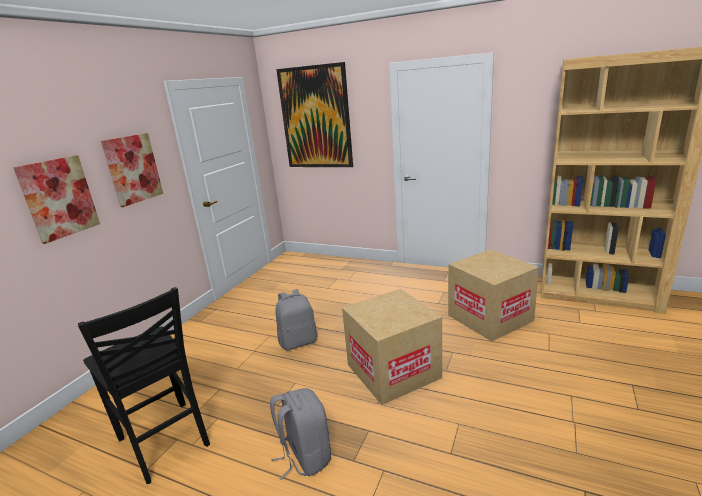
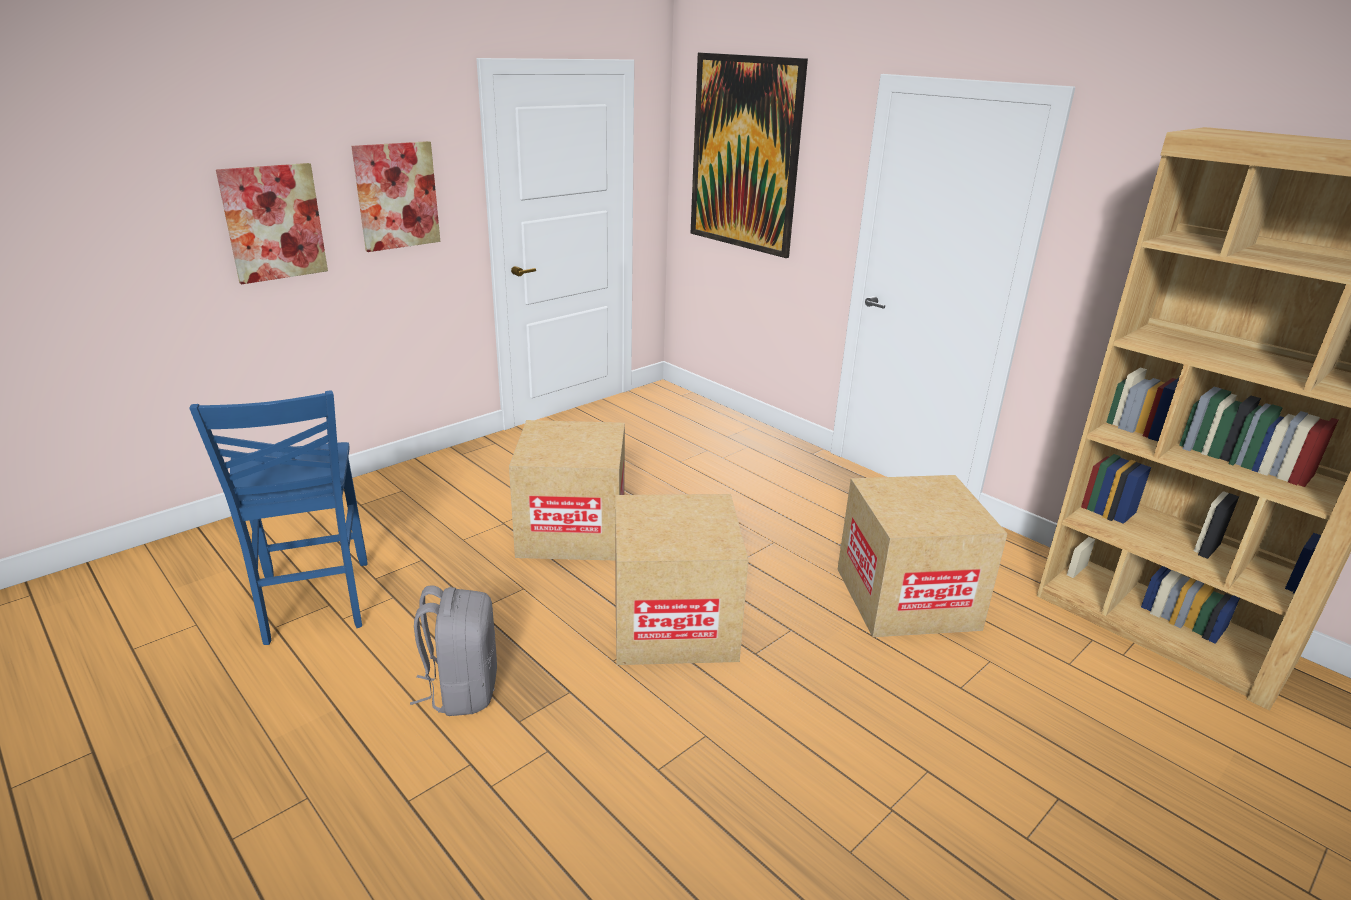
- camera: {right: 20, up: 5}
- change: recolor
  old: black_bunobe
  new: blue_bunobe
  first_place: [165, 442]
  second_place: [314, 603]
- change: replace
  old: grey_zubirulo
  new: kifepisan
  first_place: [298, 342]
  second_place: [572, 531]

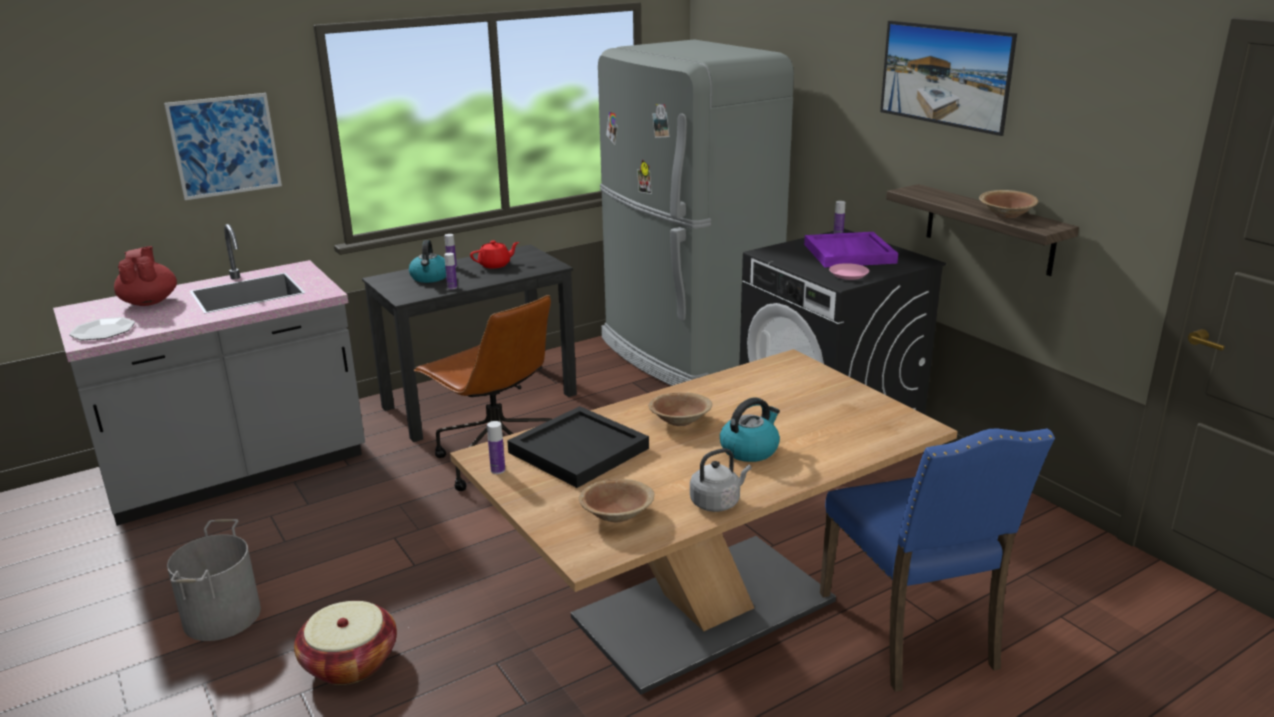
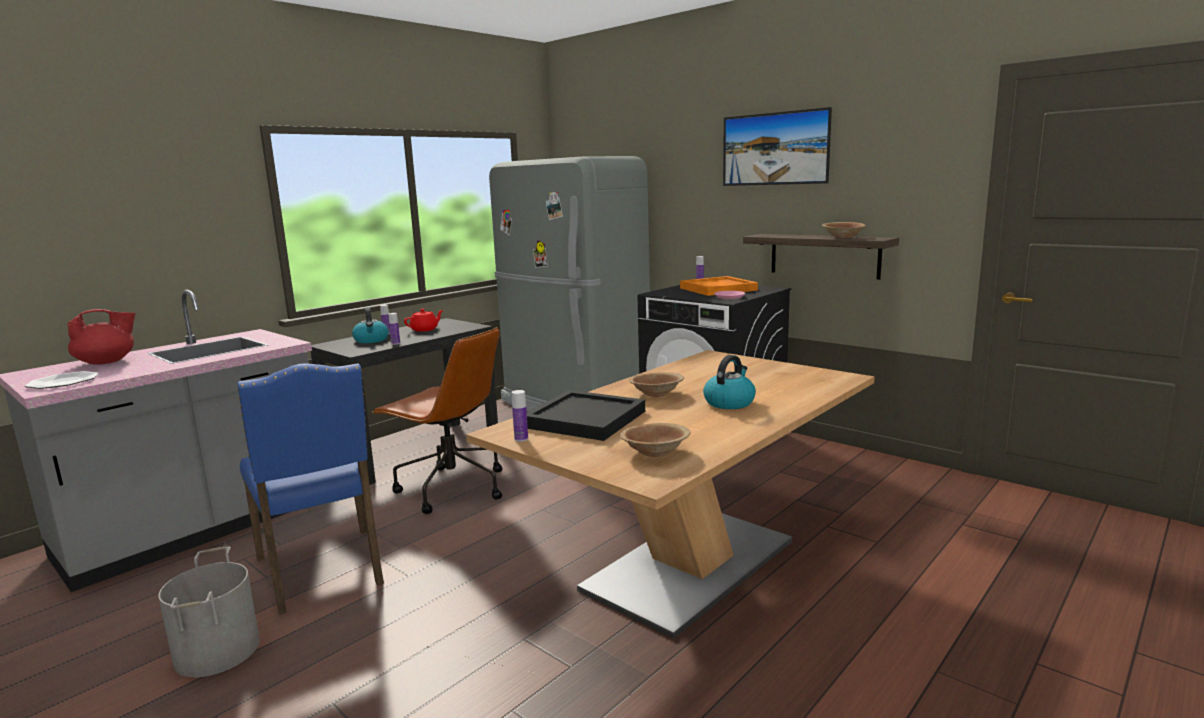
- camera: {right: -15, up: -10}
- change: rotate
  old: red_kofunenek
  first_place: [149, 302]
  second_place: [107, 362]
  degrees: 90
- change: move
  old: blue_bunobe
  first_place: [912, 634]
  second_place: [323, 571]
- change: recolor
  old: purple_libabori
  new: orange_libabori
  first_place: [850, 254]
  second_place: [718, 289]
- change: delete
  old: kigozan
  first_place: [225, 146]
- change: delete
  old: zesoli
  first_place: [350, 662]
- change: delete
  old: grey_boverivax
  first_place: [717, 502]

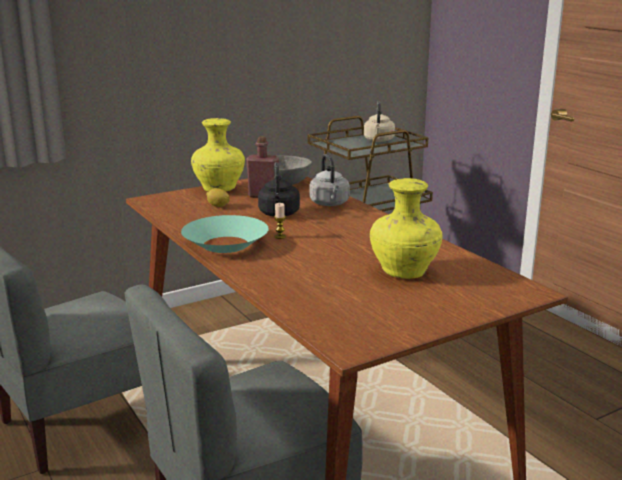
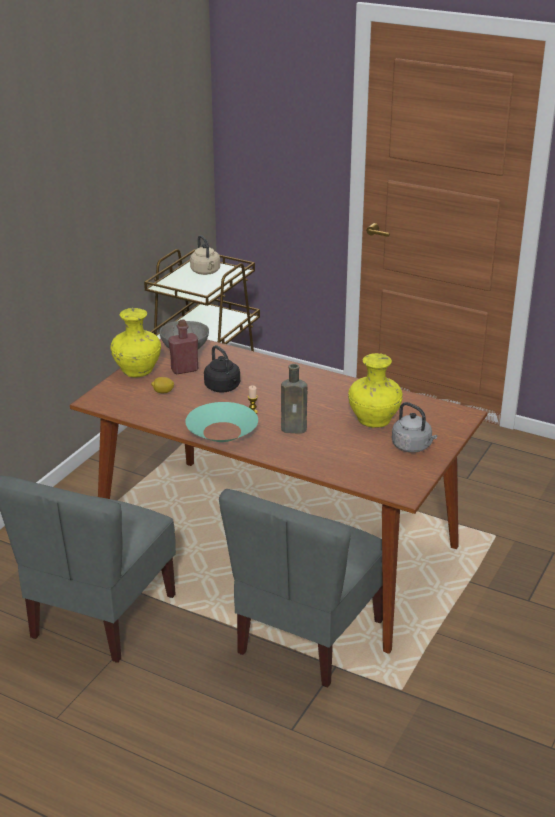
- camera: {right: -30, up: 10}
- change: insert
  new: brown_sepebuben
  second_place: [295, 429]
- change: move
  old: grey_boverivax
  first_place: [330, 204]
  second_place: [413, 447]

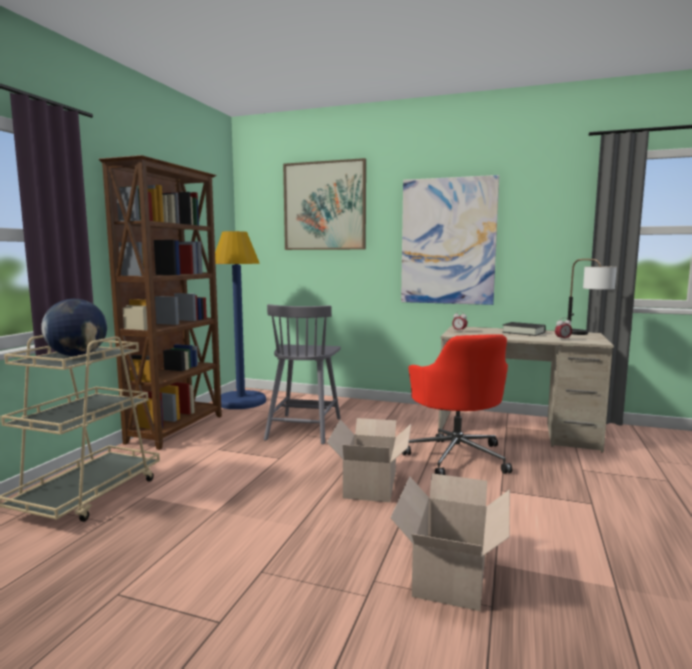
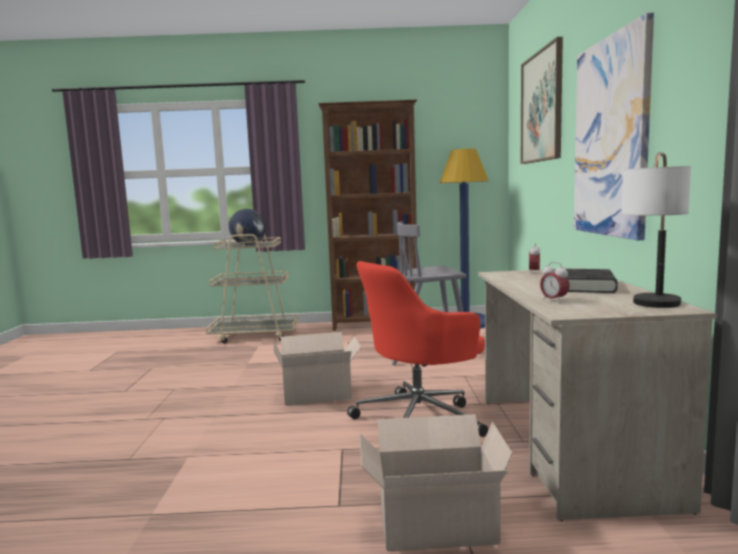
- camera: {right: 70, up: 0}
- change: move
  old: kifepisan
  first_place: [449, 575]
  second_place: [433, 524]

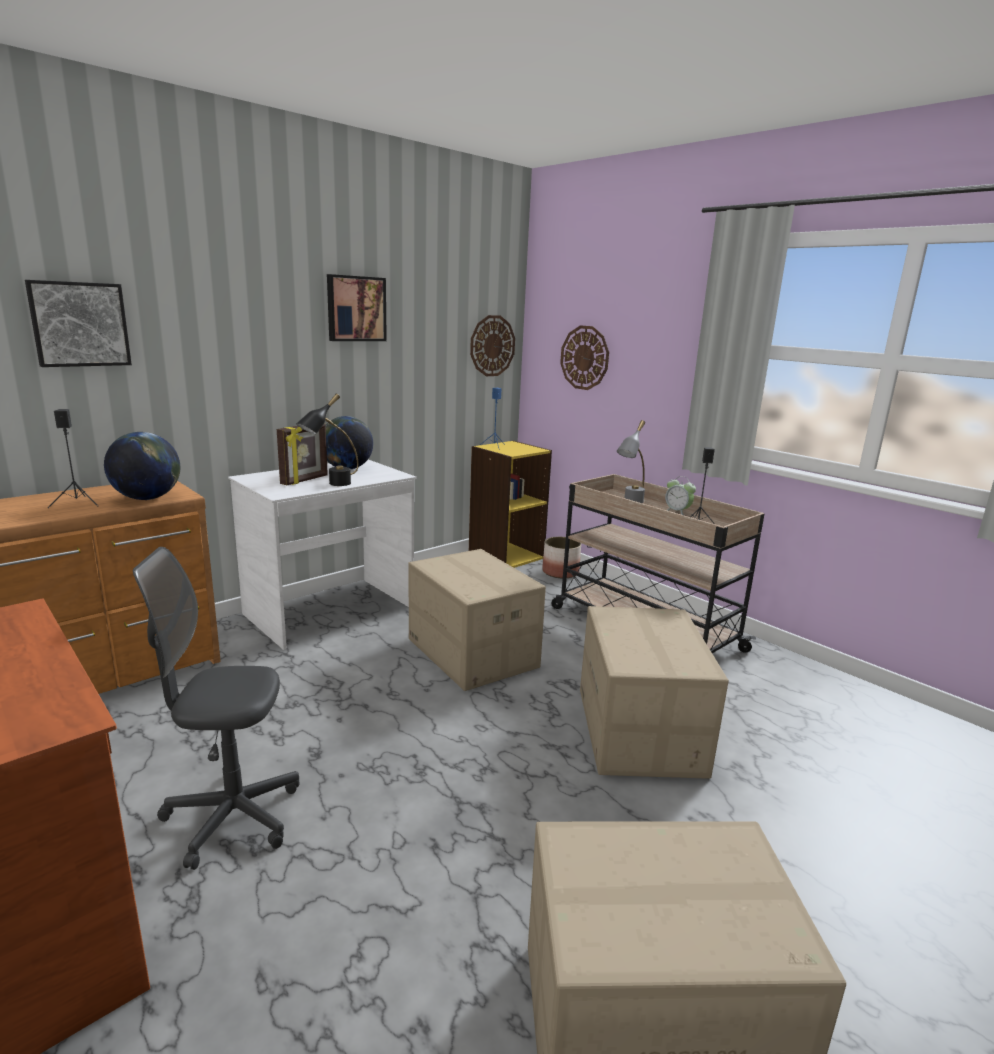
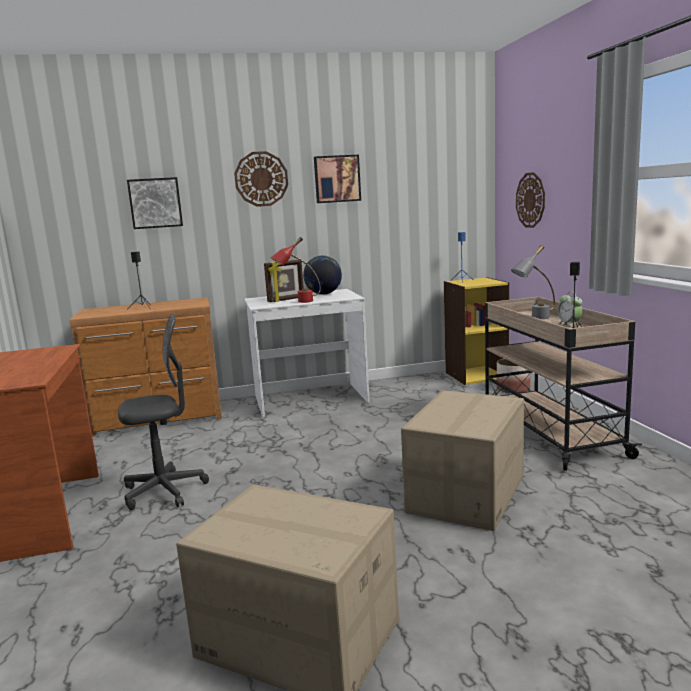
- camera: {right: 30, up: -5}
- change: rotate
  old: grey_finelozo
  first_place: [232, 817]
  second_place: [164, 491]
  degrees: 135
- change: move
  old: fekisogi
  first_place: [492, 346]
  second_place: [261, 179]
- change: recolor
  old: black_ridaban
  new: red_ridaban
  first_place: [331, 485]
  second_place: [298, 302]
- change: delete
  old: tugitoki
  first_place: [147, 499]
- change: delete
  old: kifepisan
  first_place: [471, 653]

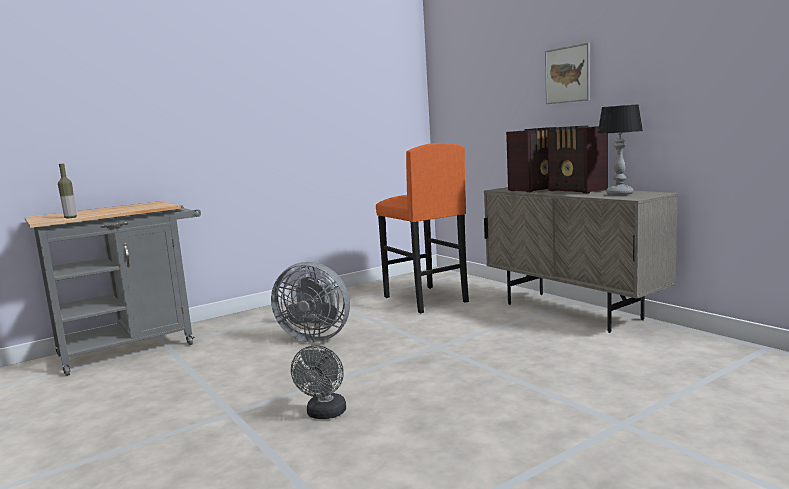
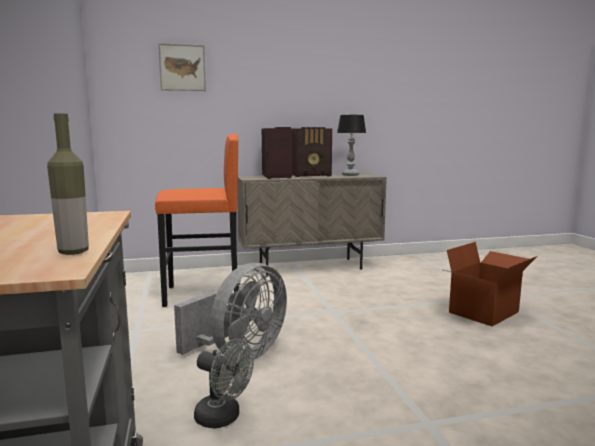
- camera: {right: -70, up: 0}
- change: move
  old: kigozan
  first_place: [567, 74]
  second_place: [182, 67]
- change: move
  old: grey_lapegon
  first_place: [325, 414]
  second_place: [223, 418]
- change: insert
  new: kifepisan
  second_place: [485, 312]

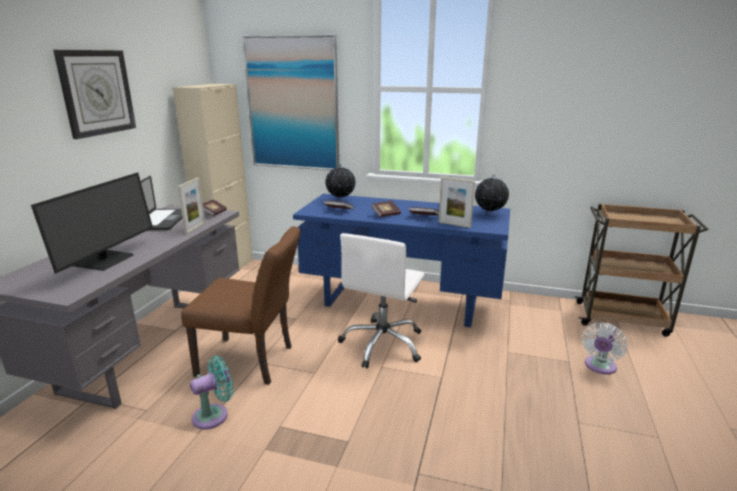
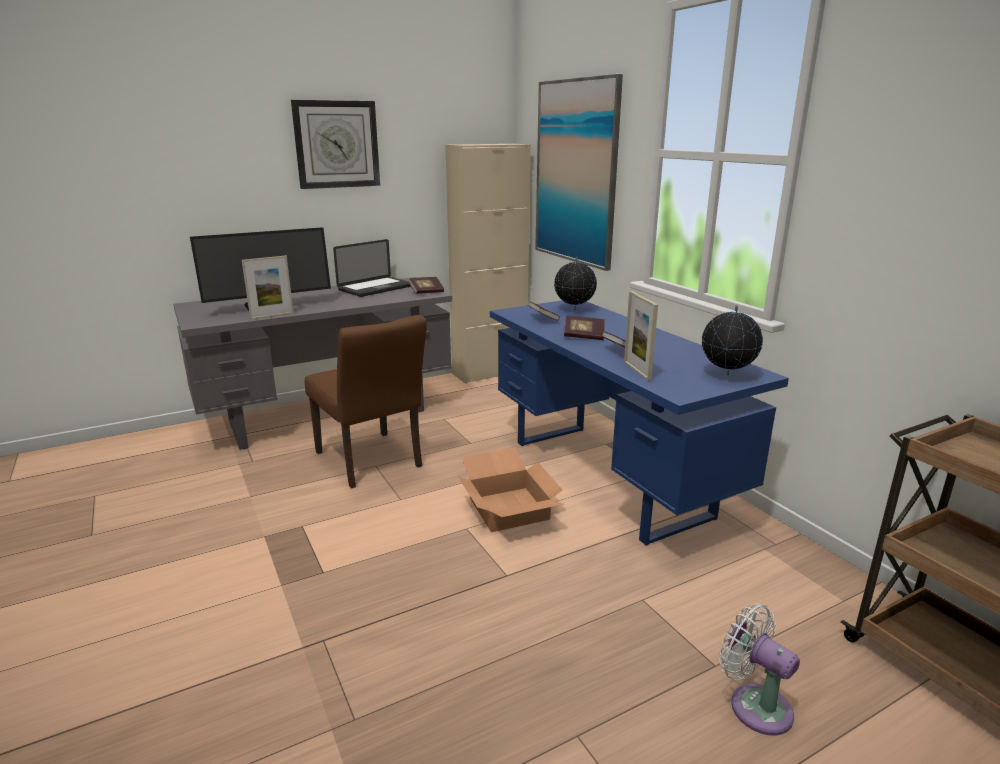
- camera: {right: 45, up: 0}
- change: move
  old: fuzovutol
  first_place: [195, 228]
  second_place: [272, 316]
- change: replace
  old: white_finelozo
  new: kifepisan
  first_place: [383, 344]
  second_place: [507, 508]
- change: rotate
  old: white_lapegon
  first_place: [599, 367]
  second_place: [755, 705]
  degrees: 60
- change: delete
  old: turquoise_lapegon
  first_place: [214, 415]

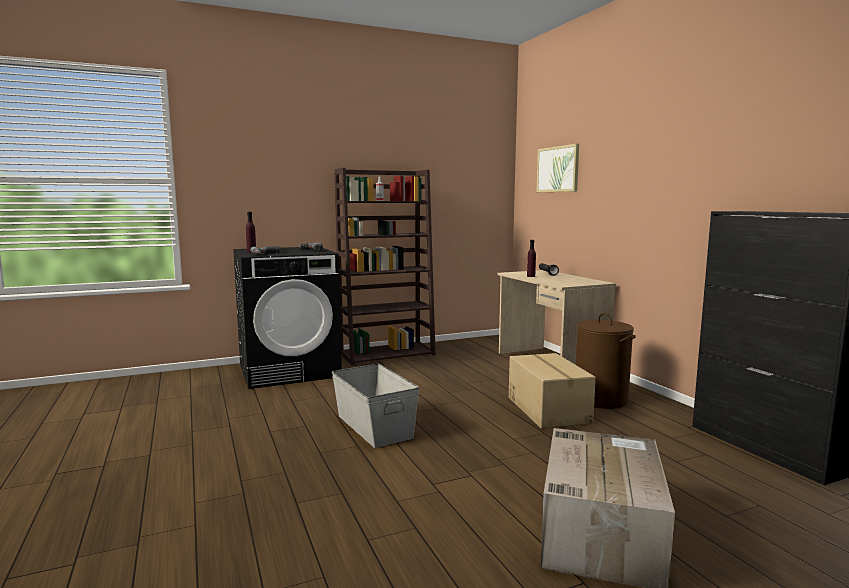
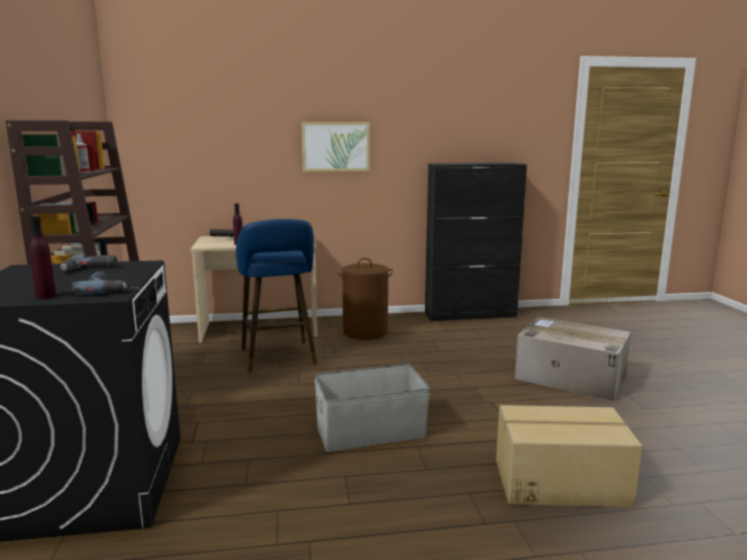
- camera: {right: -75, up: 5}
- change: insert
  new: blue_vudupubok
  second_place: [279, 358]
- change: move
  old: kigozan
  first_place: [558, 169]
  second_place: [335, 146]
- change: move
  old: kifepisan
  first_place: [549, 409]
  second_place: [559, 482]

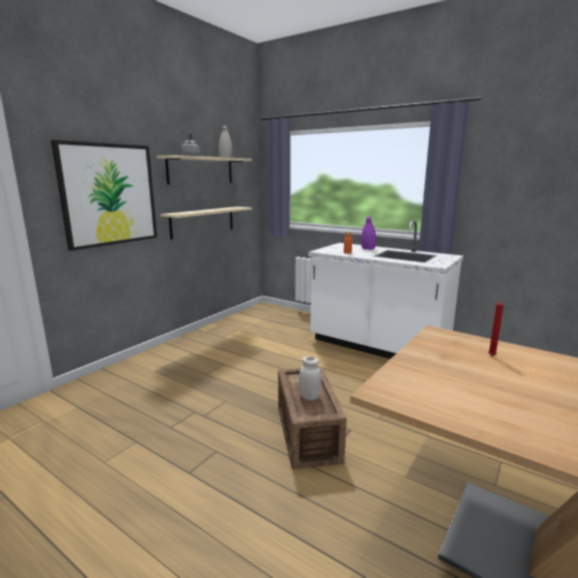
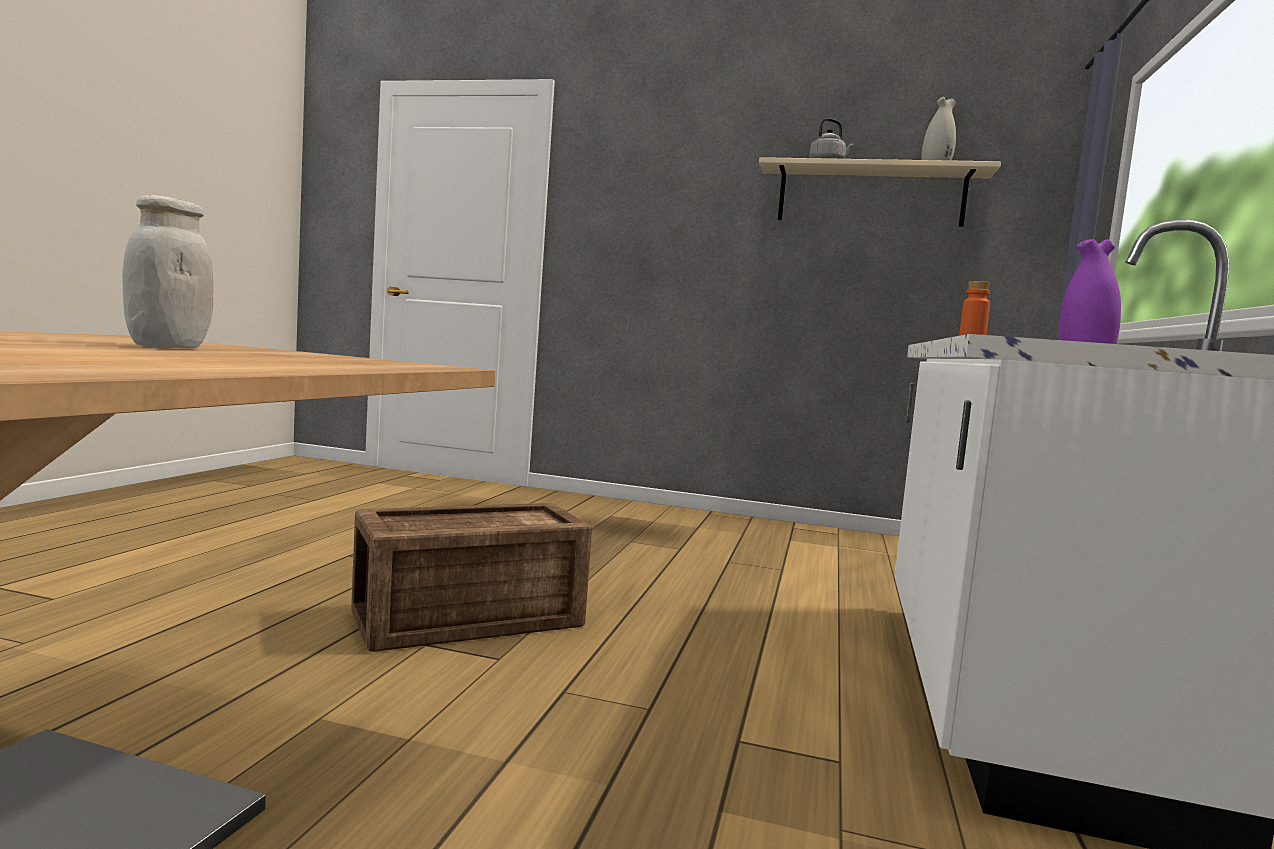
- camera: {right: 70, up: -10}
- change: move
  old: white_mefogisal
  first_place: [309, 397]
  second_place: [168, 347]
- change: delete
  old: kigozan
  first_place: [109, 195]
- change: delete
  old: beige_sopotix
  first_place: [203, 222]
- change: delete
  old: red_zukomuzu
  first_place: [493, 356]

